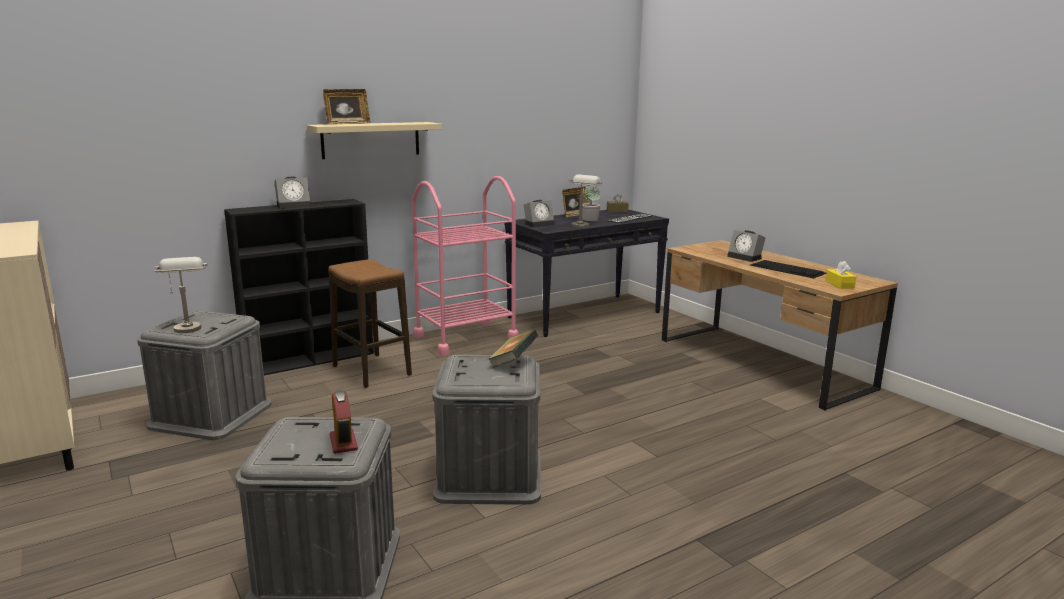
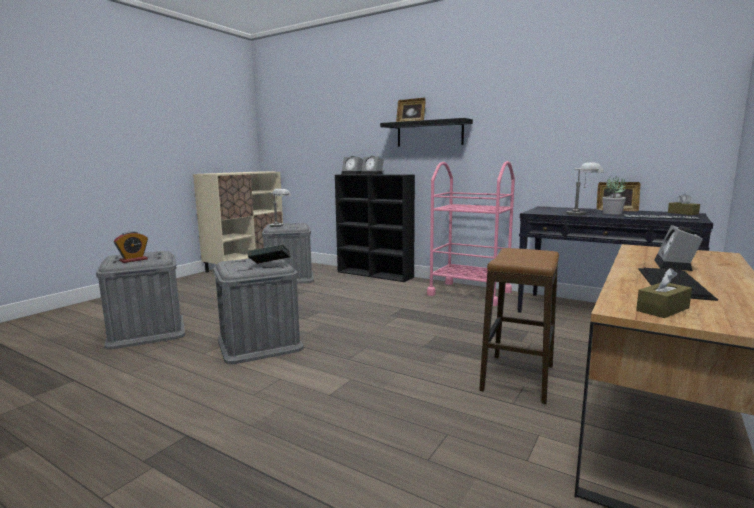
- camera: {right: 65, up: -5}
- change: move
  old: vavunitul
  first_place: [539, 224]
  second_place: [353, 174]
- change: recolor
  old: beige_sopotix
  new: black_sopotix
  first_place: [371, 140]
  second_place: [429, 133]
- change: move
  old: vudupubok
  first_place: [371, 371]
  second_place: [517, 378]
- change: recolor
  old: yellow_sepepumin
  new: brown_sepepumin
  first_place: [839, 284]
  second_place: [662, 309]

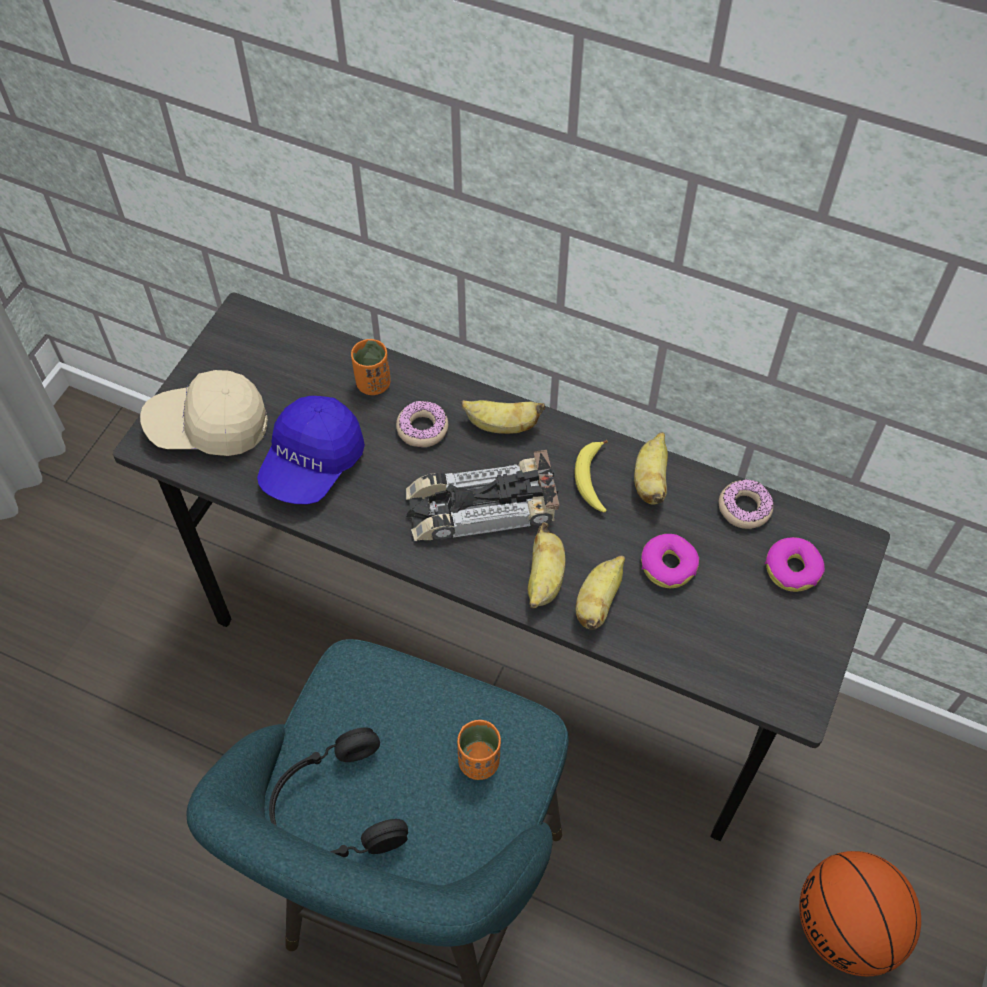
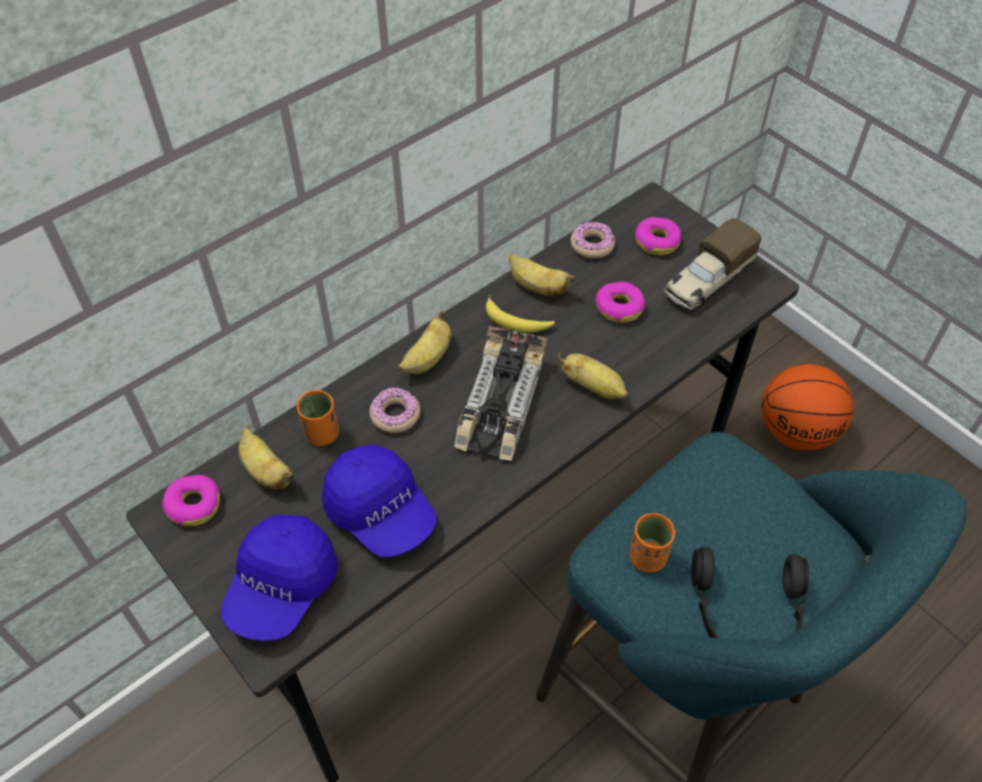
- camera: {right: -65, up: -5}
- change: insert
  new: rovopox
  second_place: [194, 505]
- change: recolor
  old: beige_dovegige
  new: blue_dovegige
  first_place: [209, 427]
  second_place: [282, 587]
- change: move
  old: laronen
  first_place: [598, 602]
  second_place: [266, 471]
- change: move
  old: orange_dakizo
  first_place: [479, 761]
  second_place: [647, 557]
- change: insert
  new: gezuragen
  second_place: [706, 281]

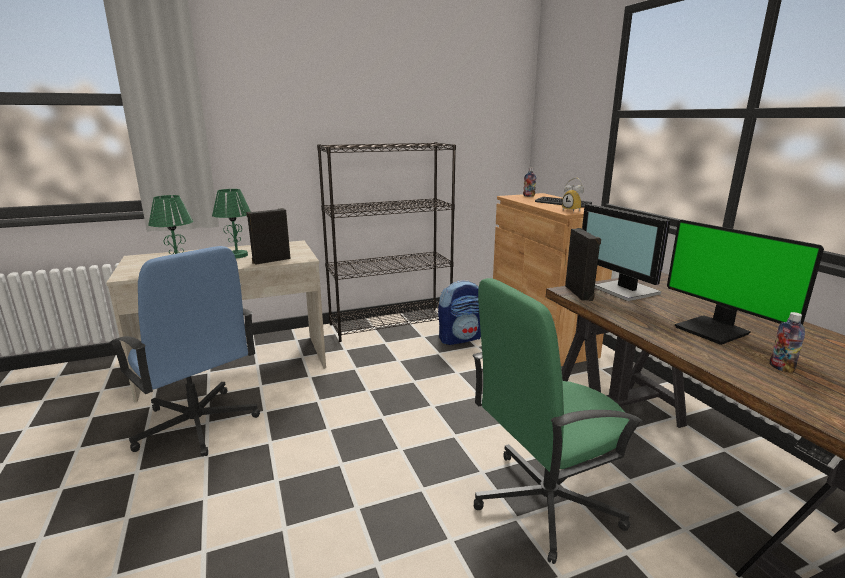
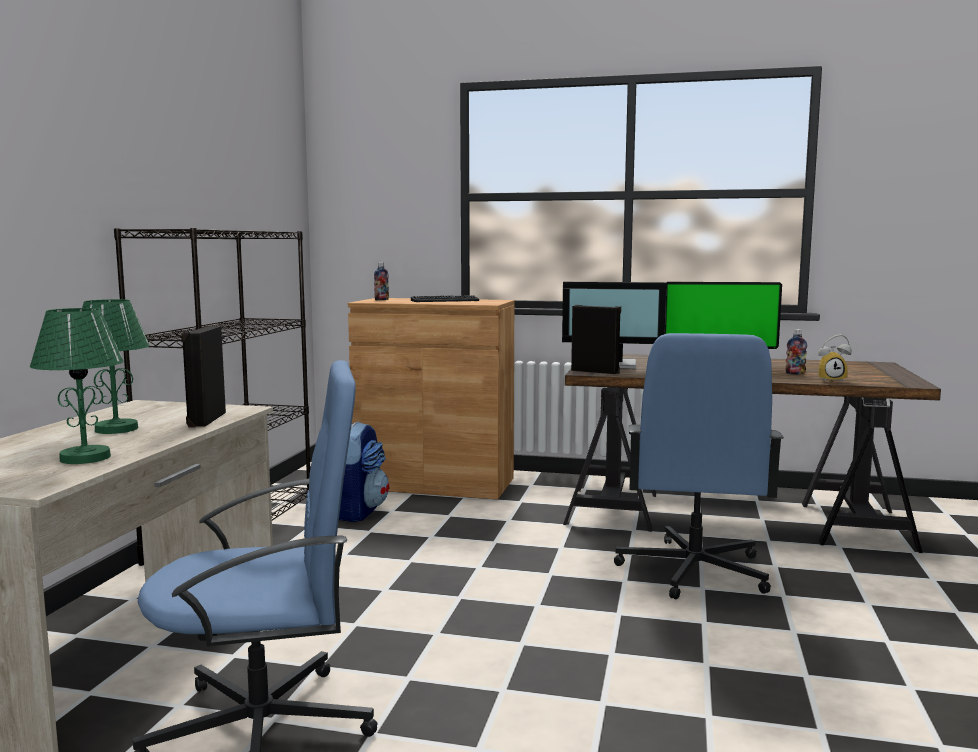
- camera: {right: -55, up: -10}
- change: recolor
  old: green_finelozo
  new: blue_finelozo
  first_place: [544, 501]
  second_place: [693, 571]
- change: move
  old: vavunitul
  first_place: [573, 210]
  second_place: [831, 380]

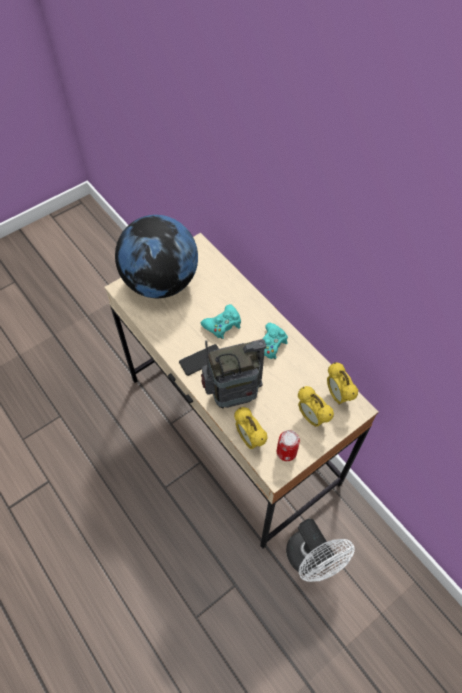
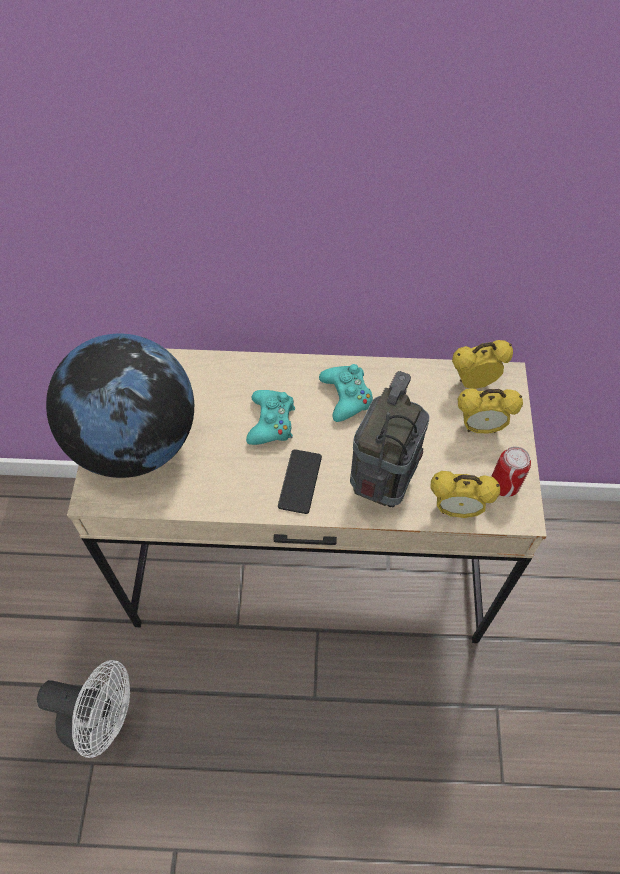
- camera: {right: -50, up: 0}
- change: move
  old: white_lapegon
  first_place: [312, 559]
  second_place: [102, 721]
- change: rotate
  old: vavunitul
  first_place: [337, 395]
  second_place: [474, 383]
  degrees: 150

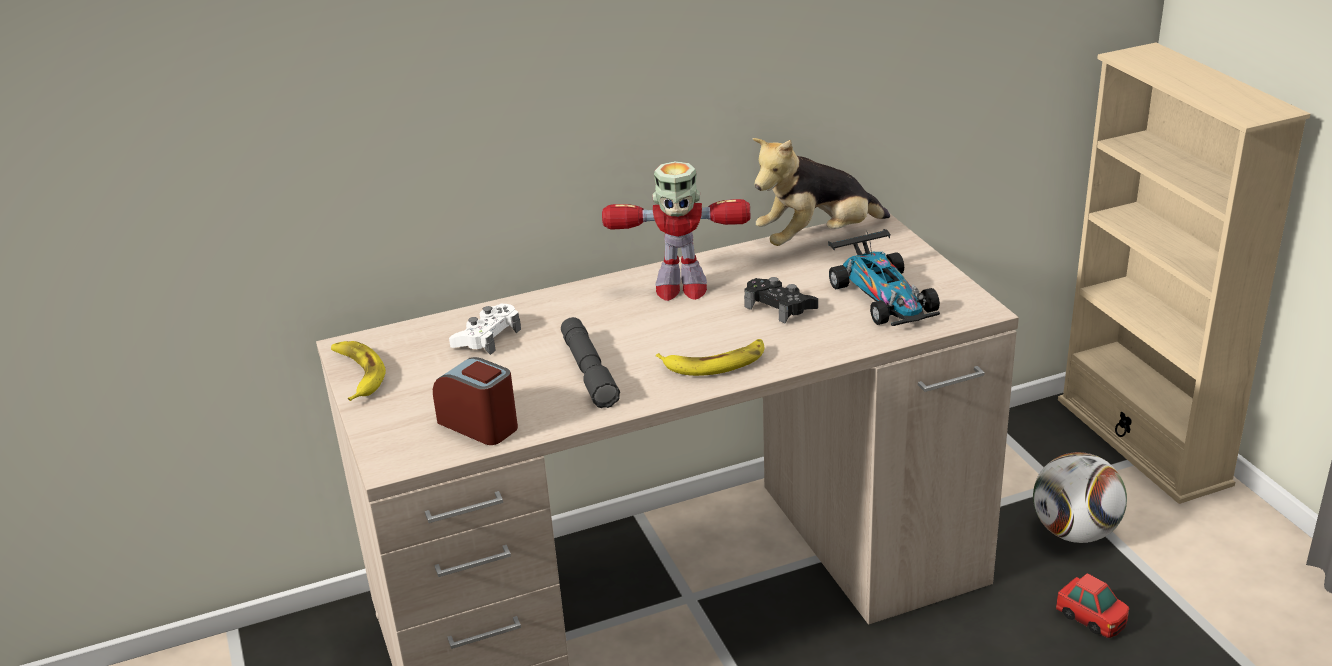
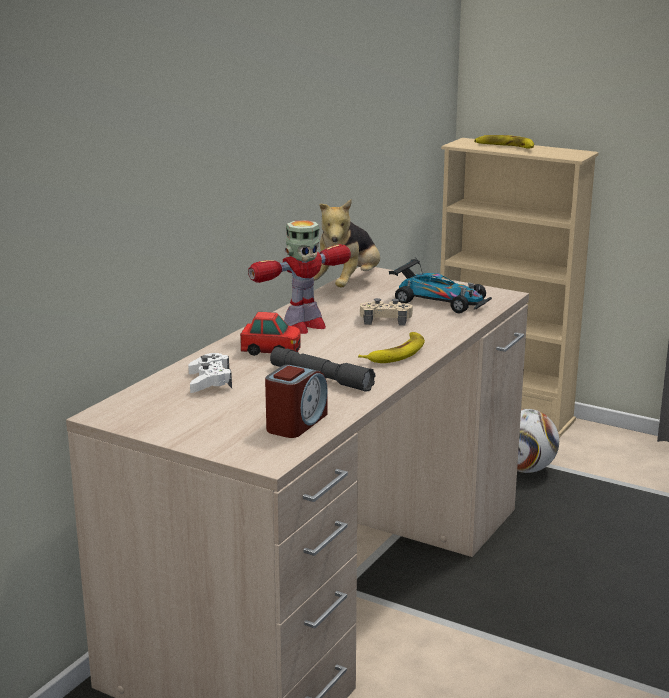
- camera: {right: -40, up: -10}
- change: move
  old: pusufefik
  first_place: [1091, 618]
  second_place: [271, 351]
- change: rotate
  old: vavunitul
  first_place: [480, 425]
  second_place: [296, 423]
  degrees: 120
- change: recolor
  old: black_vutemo
  new: beige_vutemo
  first_place: [779, 307]
  second_place: [385, 319]
- change: move
  old: laronen
  first_place: [357, 374]
  second_place: [505, 147]

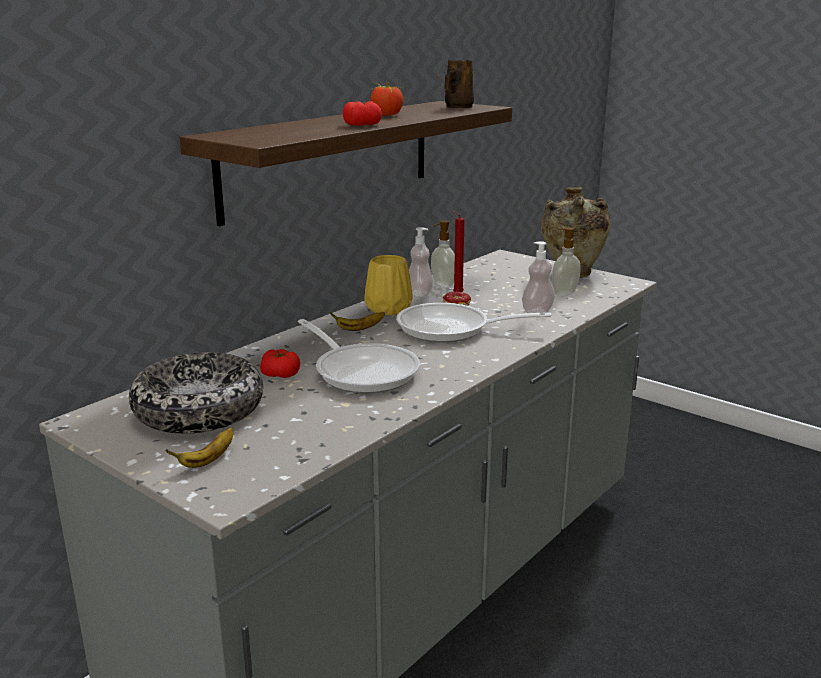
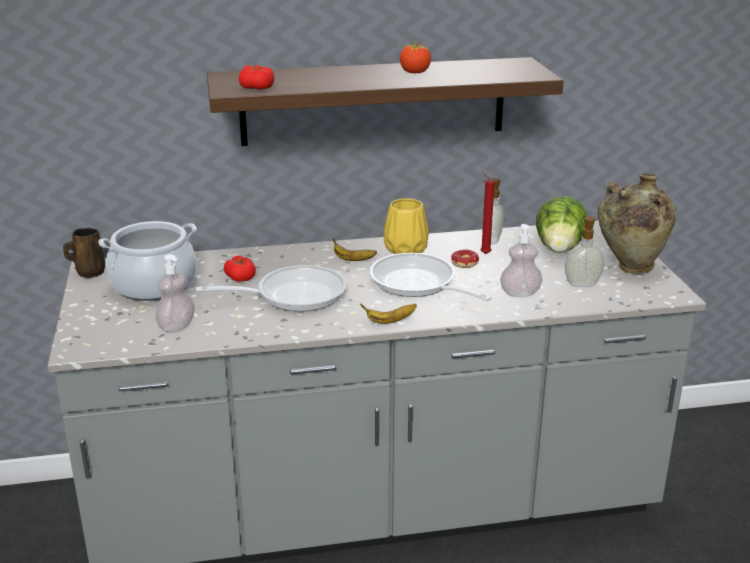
- camera: {right: 40, up: 5}
- change: move
  old: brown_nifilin
  first_place: [458, 107]
  second_place: [89, 272]
- change: replace
  old: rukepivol
  new: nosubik
  first_place: [199, 411]
  second_place: [154, 285]
- change: move
  old: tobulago
  first_place: [419, 294]
  second_place: [176, 327]
- change: rotate
  old: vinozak
  first_place: [362, 371]
  second_place: [292, 295]
  degrees: -105
- change: move
  old: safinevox
  first_place: [362, 125]
  second_place: [257, 87]
- change: move
  old: laronen
  first_place: [207, 460]
  second_place: [390, 321]
- change: insert
  new: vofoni
  second_place: [559, 250]

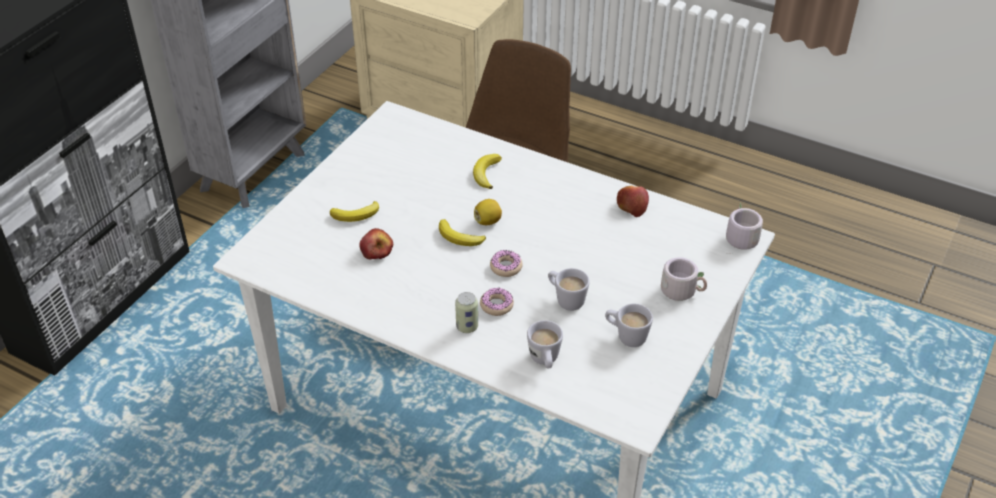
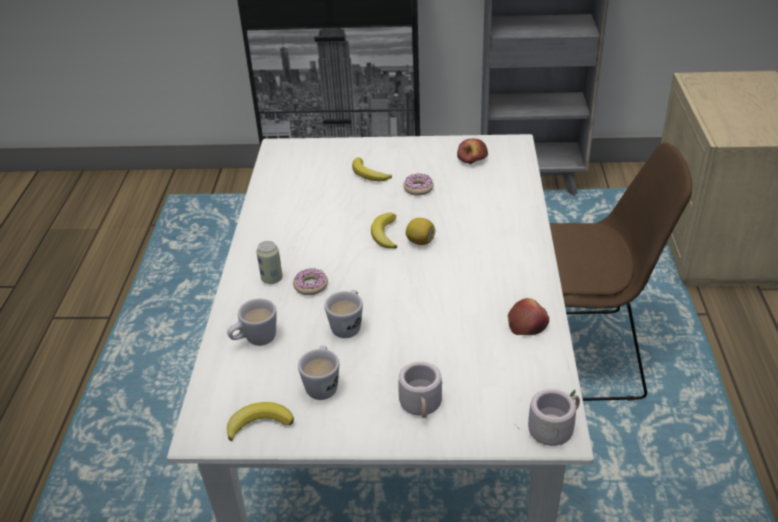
- camera: {right: 65, up: -5}
- change: move
  old: laronen
  first_place: [486, 173]
  second_place: [259, 423]
- change: move
  old: rovopox
  first_place: [506, 267]
  second_place: [418, 188]
- change: move
  old: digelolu
  first_place: [376, 251]
  second_place: [472, 159]

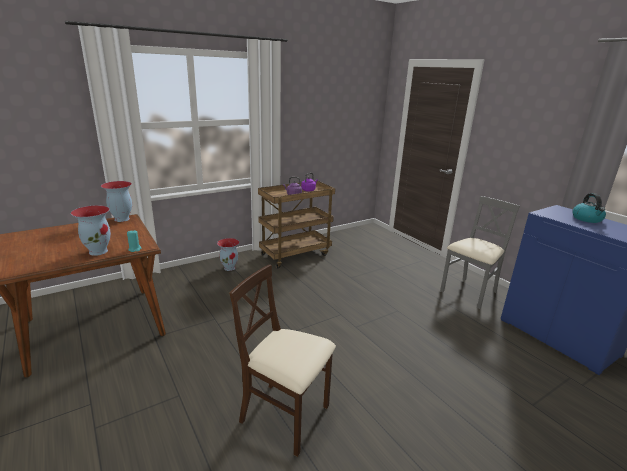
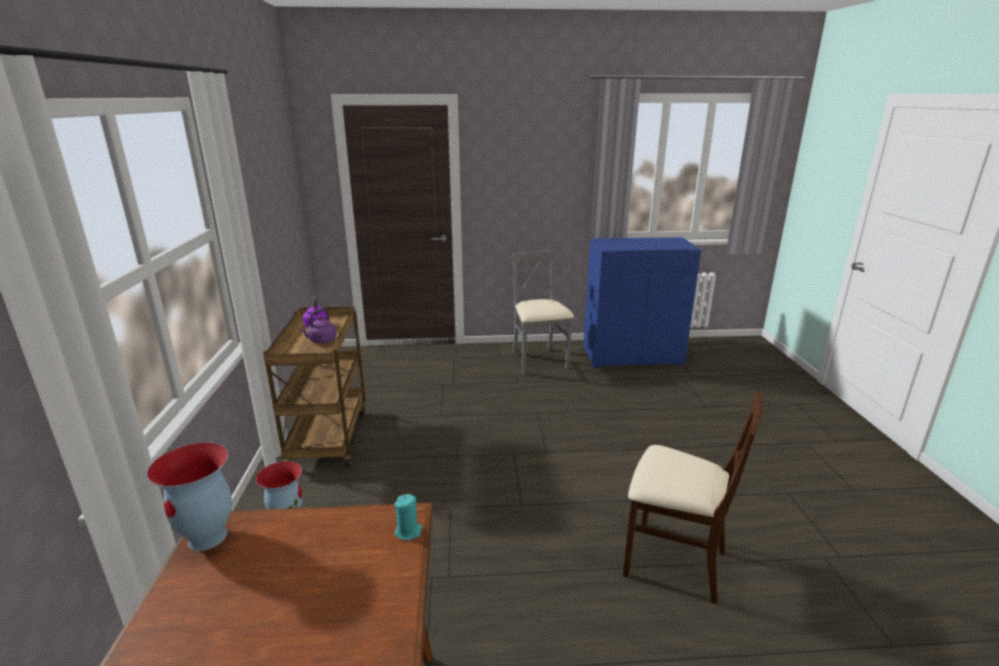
- camera: {right: -60, up: 0}
- change: rotate
  old: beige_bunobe
  first_place: [285, 415]
  second_place: [673, 561]
  degrees: -120
- change: delete
  old: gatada
  first_place: [98, 251]
- change: delete
  old: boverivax
  first_place: [587, 219]

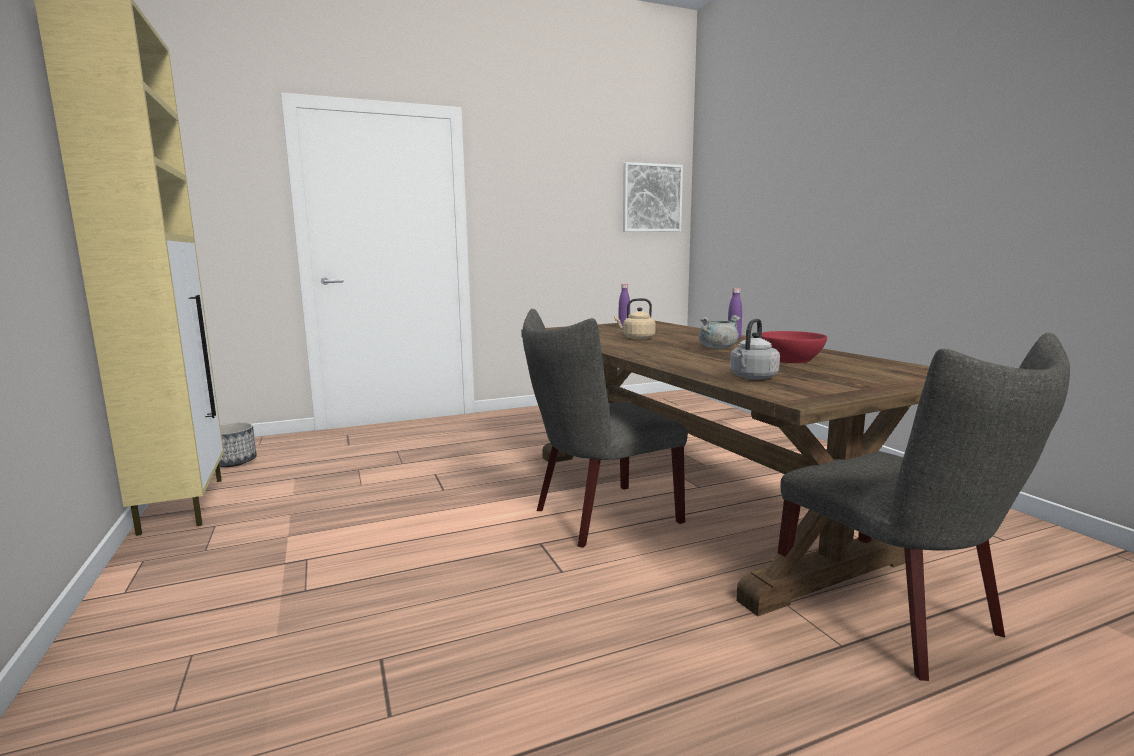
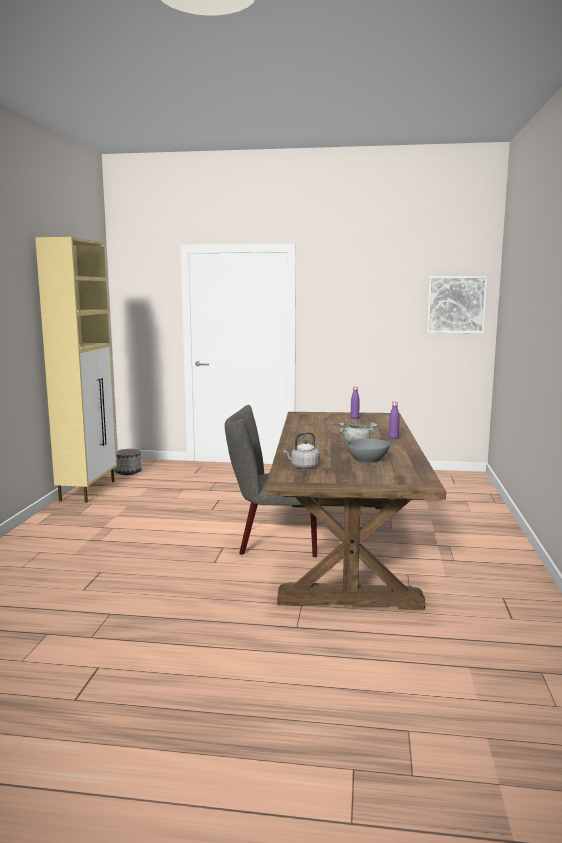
- camera: {right: 30, up: 0}
- change: recolor
  old: red_rukepivol
  new: grey_rukepivol
  first_place: [791, 360]
  second_place: [367, 459]
- change: delete
  old: beige_boverivax
  first_place: [637, 338]
- change: delete
  old: grey_bunobe
  first_place: [898, 618]

